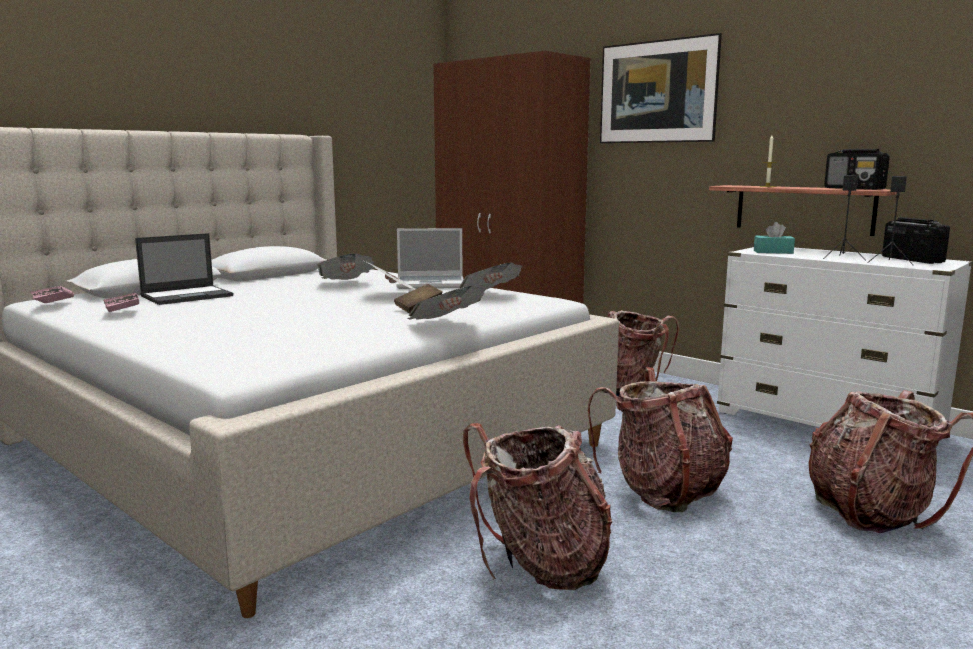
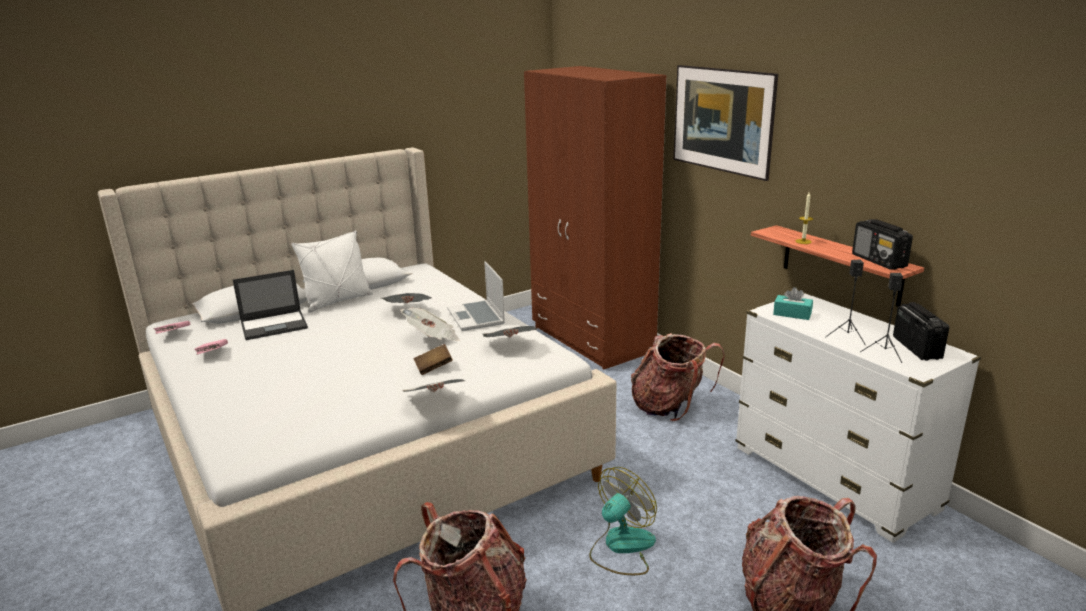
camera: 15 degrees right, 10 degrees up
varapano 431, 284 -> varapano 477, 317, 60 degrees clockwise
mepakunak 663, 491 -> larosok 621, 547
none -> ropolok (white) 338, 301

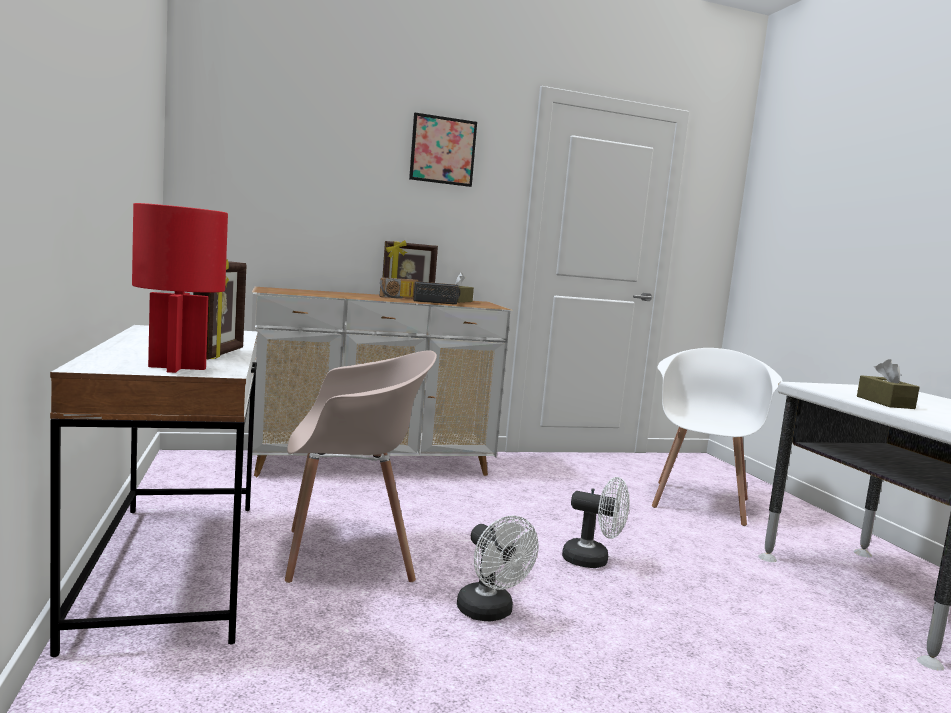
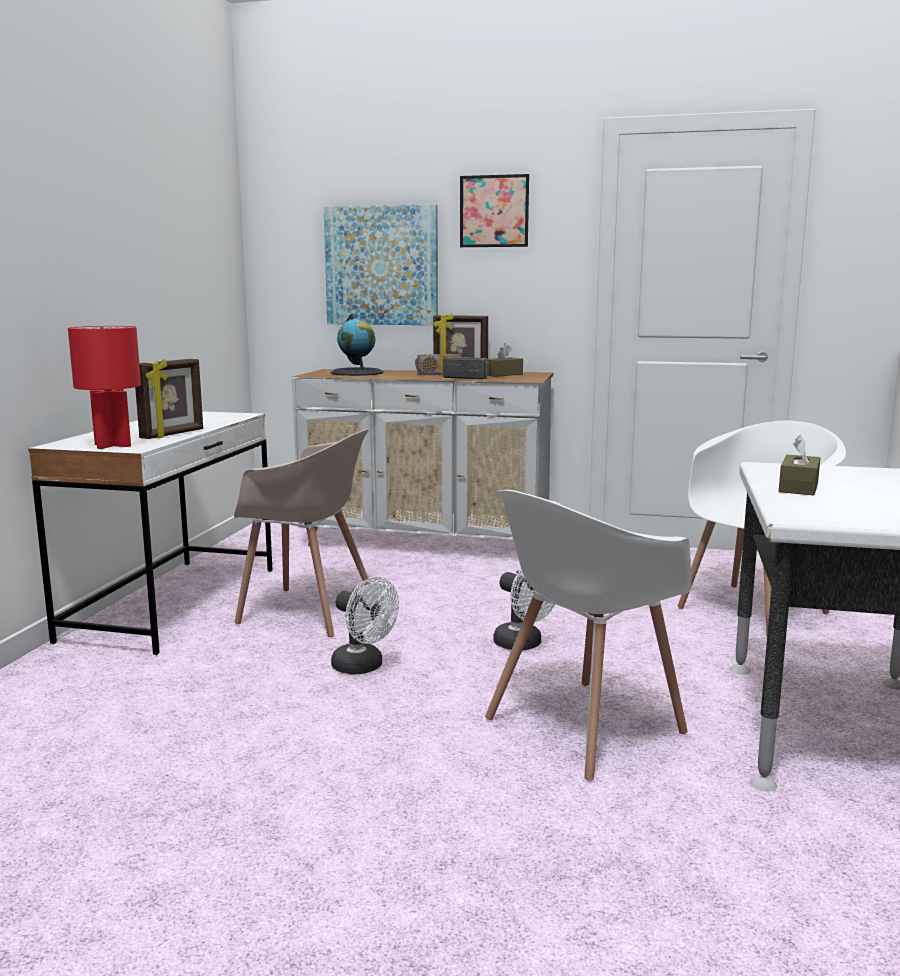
camera: 30 degrees right, 5 degrees up
larosok (white) 490, 613 -> larosok (white) 363, 667, 45 degrees counterclockwise
none -> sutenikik 382, 266
none -> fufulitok 357, 373
none -> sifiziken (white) 583, 727

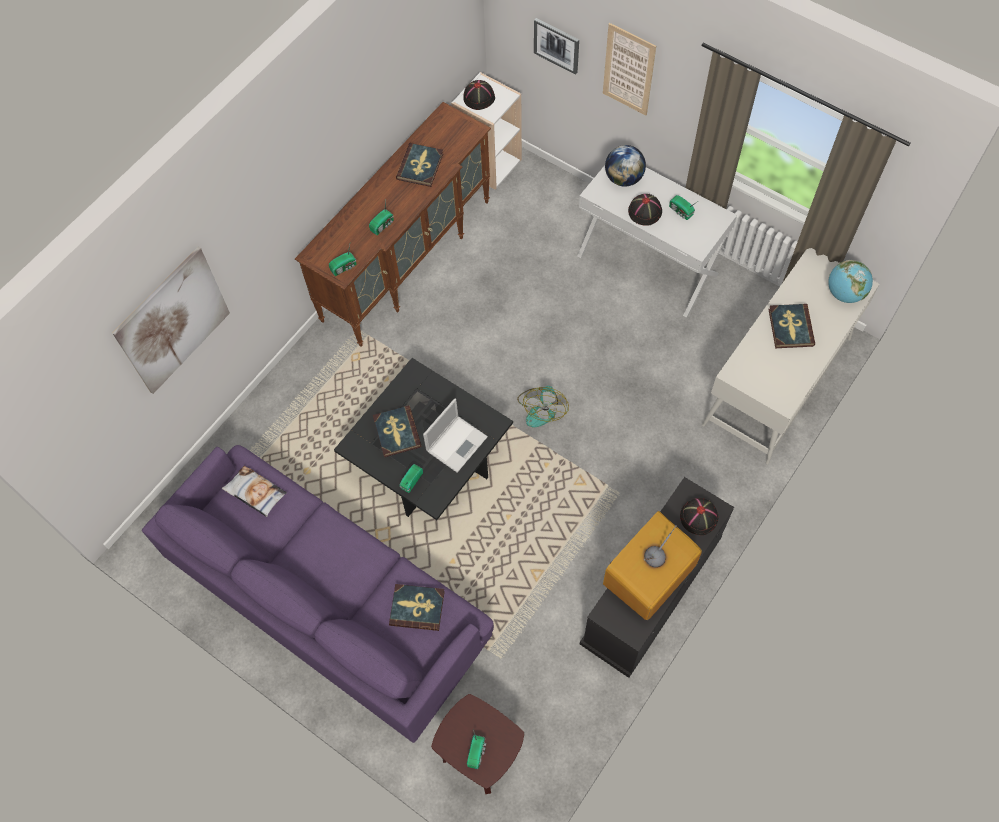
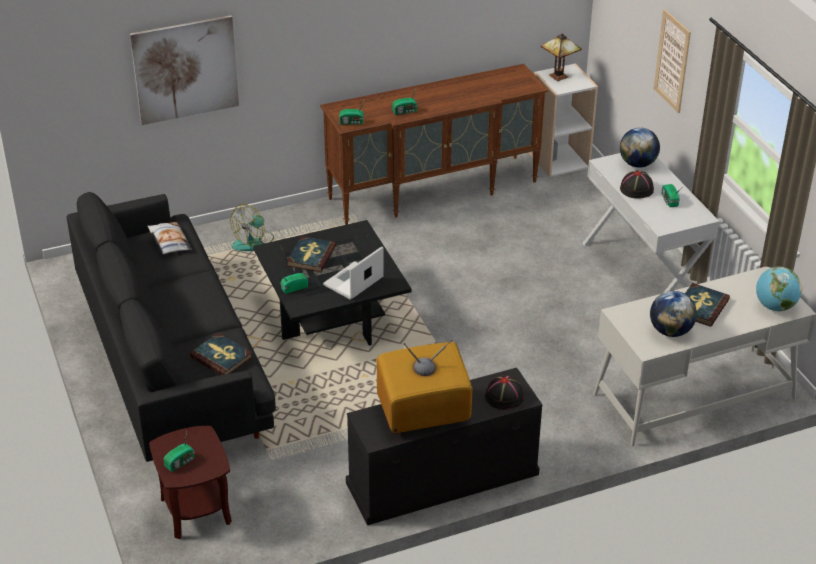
camera: 30 degrees right, 25 degrees down
sutenikik 557, 45 -> none
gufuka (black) 479, 97 -> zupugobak 560, 76
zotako 420, 166 -> none
larosok 542, 408 -> larosok 253, 242, shifted
varapano 457, 443 -> varapano 352, 282, 150 degrees clockwise
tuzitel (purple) 329, 601 -> tuzitel (black) 171, 361
none -> fufulitok 670, 331

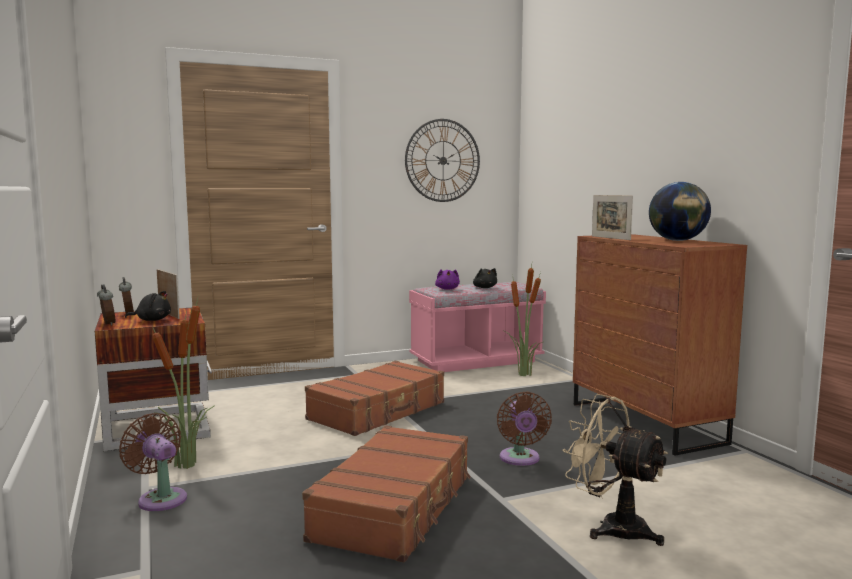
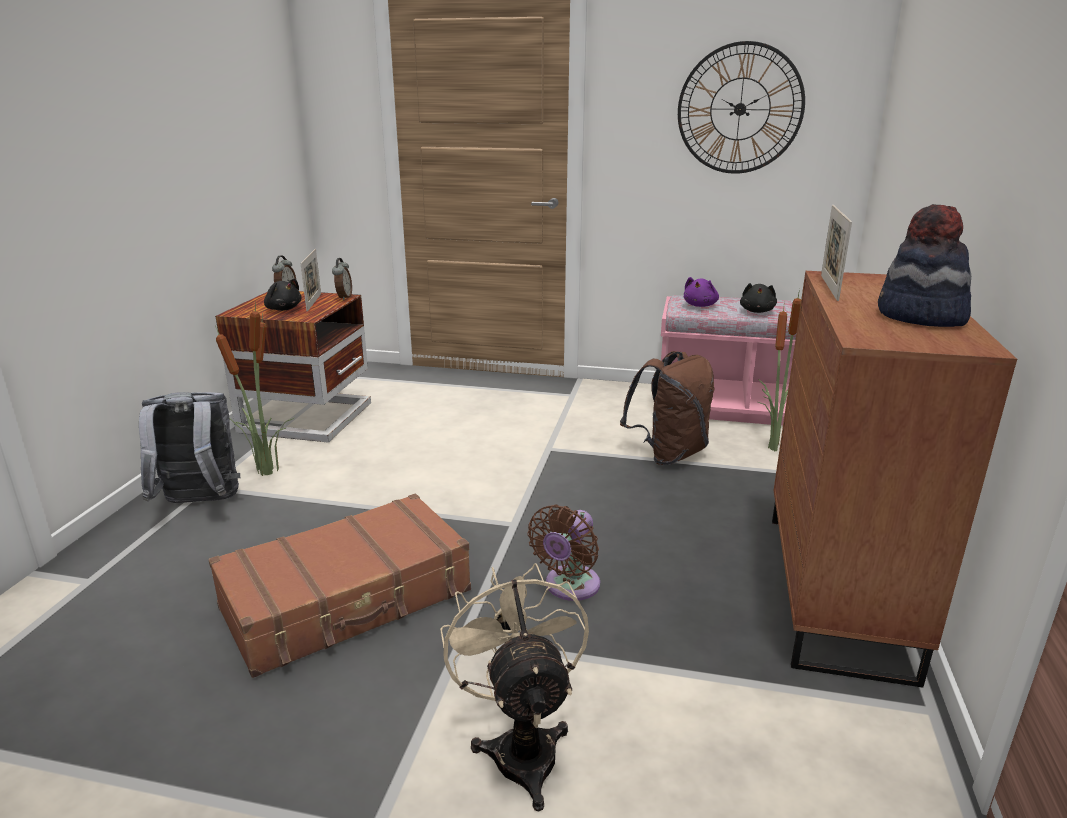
camera: 35 degrees right, 15 degrees up
fufulitok 677, 240 -> gufuka 920, 317
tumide 107, 324 -> tumide 343, 297, shifted
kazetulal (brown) 378, 411 -> none
larosok (brown) 160, 498 -> mepakunak (grey) 200, 504
none -> mepakunak (brown) 669, 454

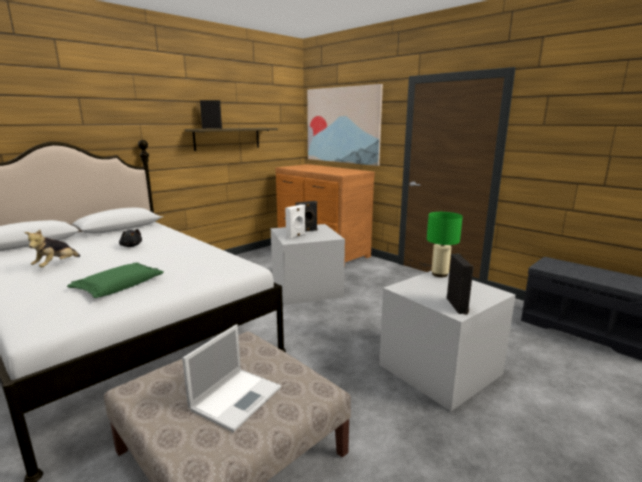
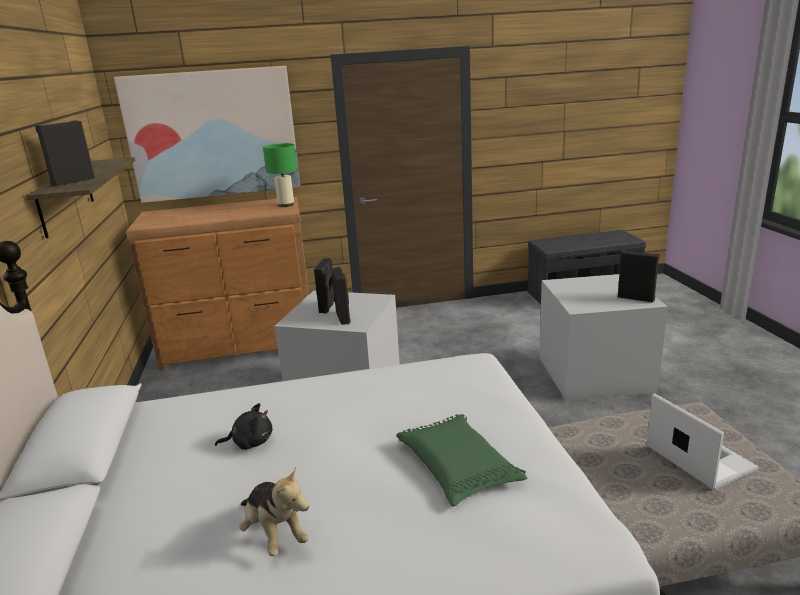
camera: 55 degrees left, 5 degrees up
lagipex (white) 296, 236 -> lagipex (black) 344, 317
zupugobak (green) 440, 274 -> zupugobak (green) 286, 205, shifted

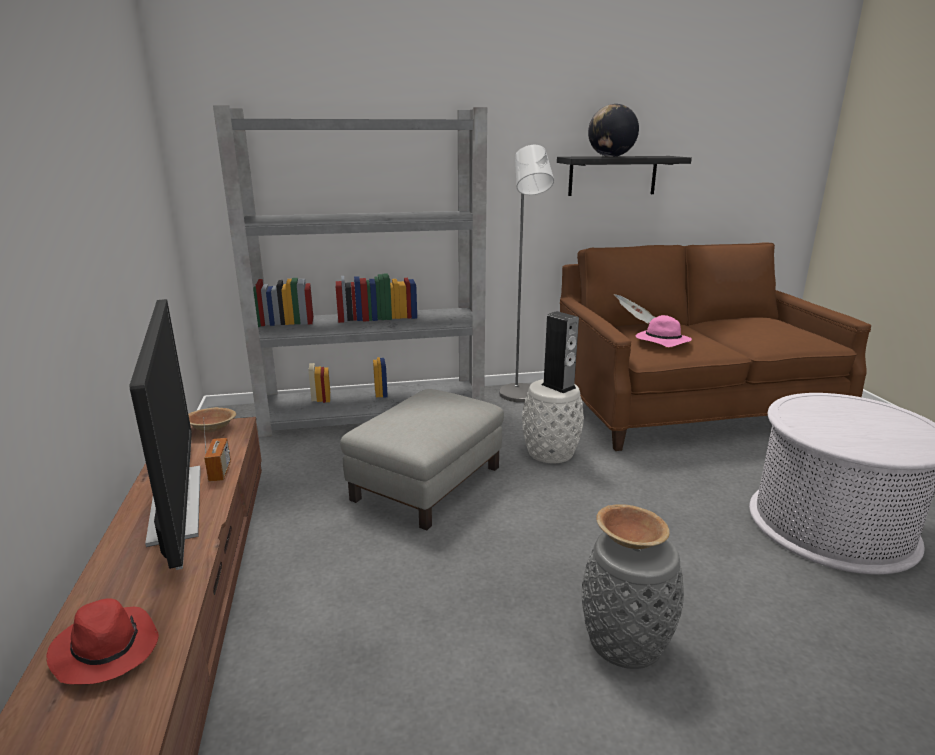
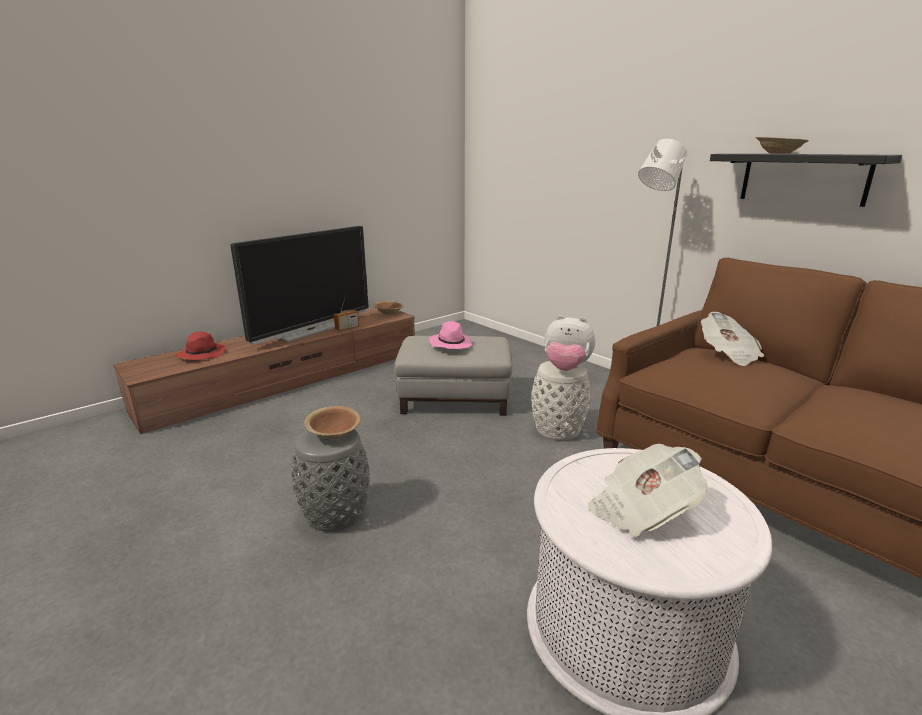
camera: 60 degrees right, 0 degrees up
fufulitok 611, 156 -> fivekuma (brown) 778, 153
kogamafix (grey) 373, 411 -> none
lagipex 558, 386 -> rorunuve 566, 369
gufuka (pink) 661, 341 -> gufuka (pink) 450, 344, shifted
none -> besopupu 641, 510

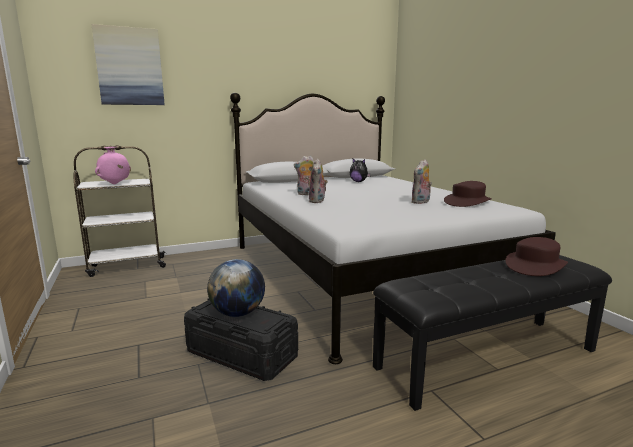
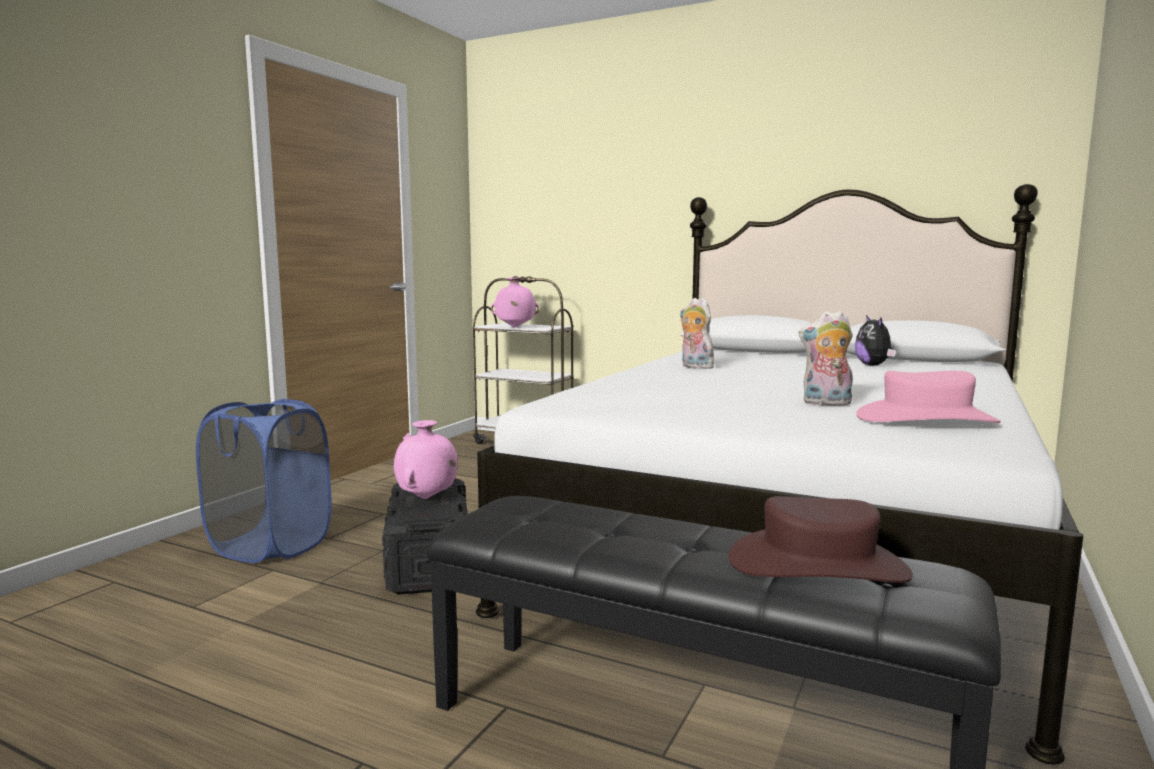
camera: 50 degrees right, 5 degrees down
sutenikik 129, 67 -> none
rorunuve 318, 201 -> none
gufuka (brown) 467, 202 -> gufuka (pink) 925, 419
fufulitok 238, 313 -> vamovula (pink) 427, 498
none -> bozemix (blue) 270, 546

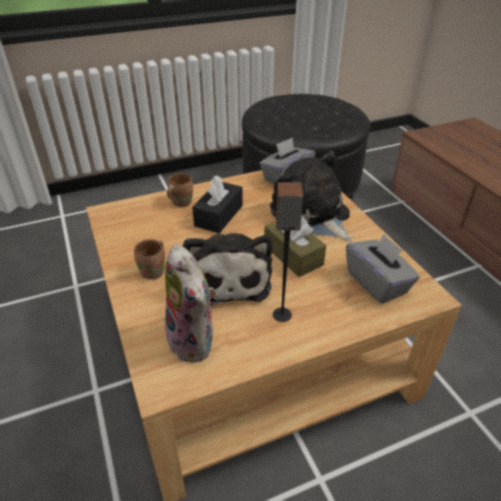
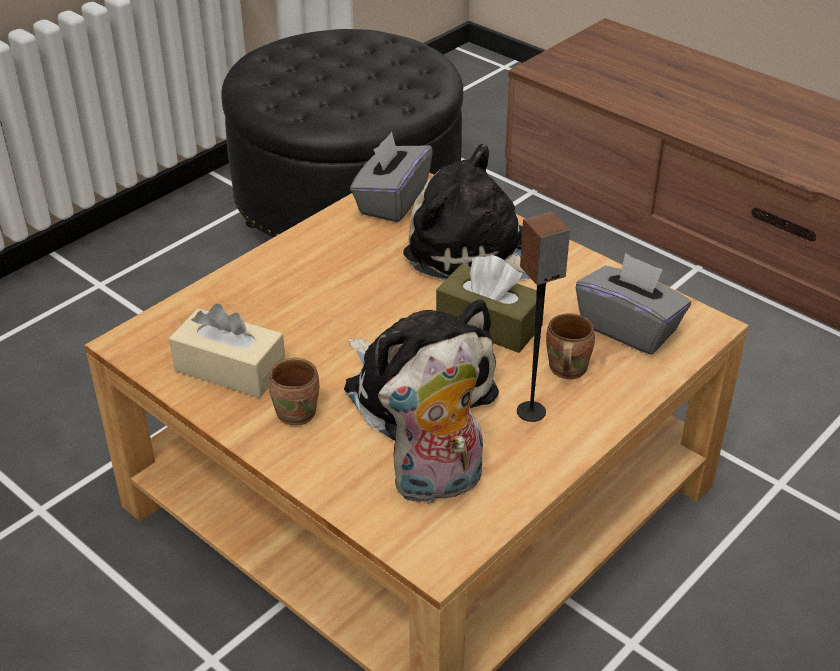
camera: 25 degrees left, 0 degrees up
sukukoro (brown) 180, 202 -> sukukoro (brown) 565, 370, shifted
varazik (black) 219, 215 -> none
rorunuve 195, 341 -> rorunuve 437, 485, 120 degrees clockwise
none -> varazik (beige) 230, 369

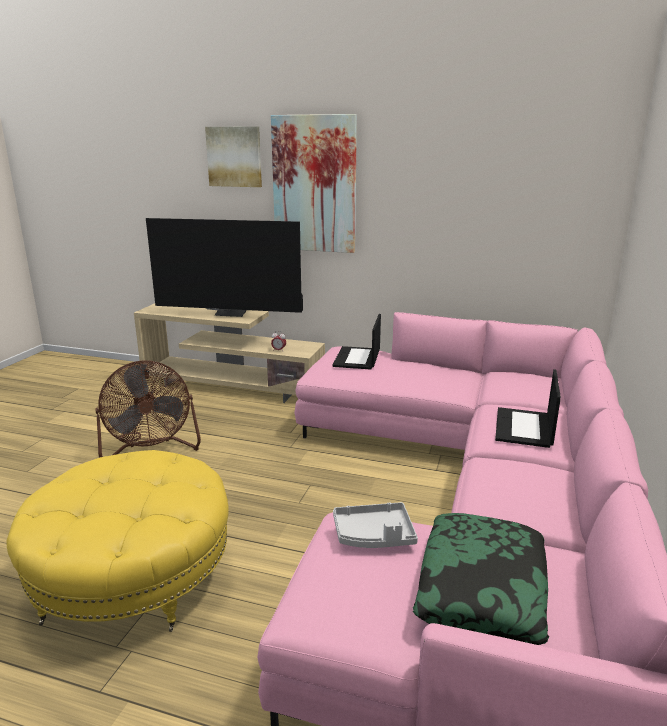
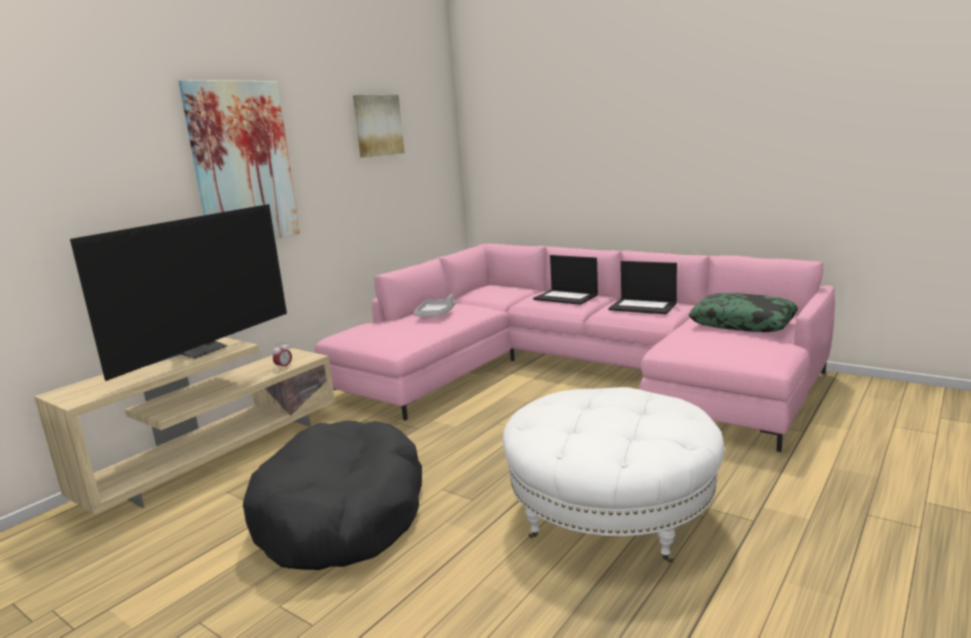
camera: 70 degrees left, 5 degrees down
sutenikik 234, 157 -> sutenikik 377, 125, shifted
varapano 357, 358 -> varapano 643, 306, shifted
larosok (brown) 147, 449 -> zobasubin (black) 342, 515
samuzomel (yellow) 133, 578 -> samuzomel (white) 611, 512
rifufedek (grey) 374, 535 -> rifufedek (grey) 436, 314, shifted

